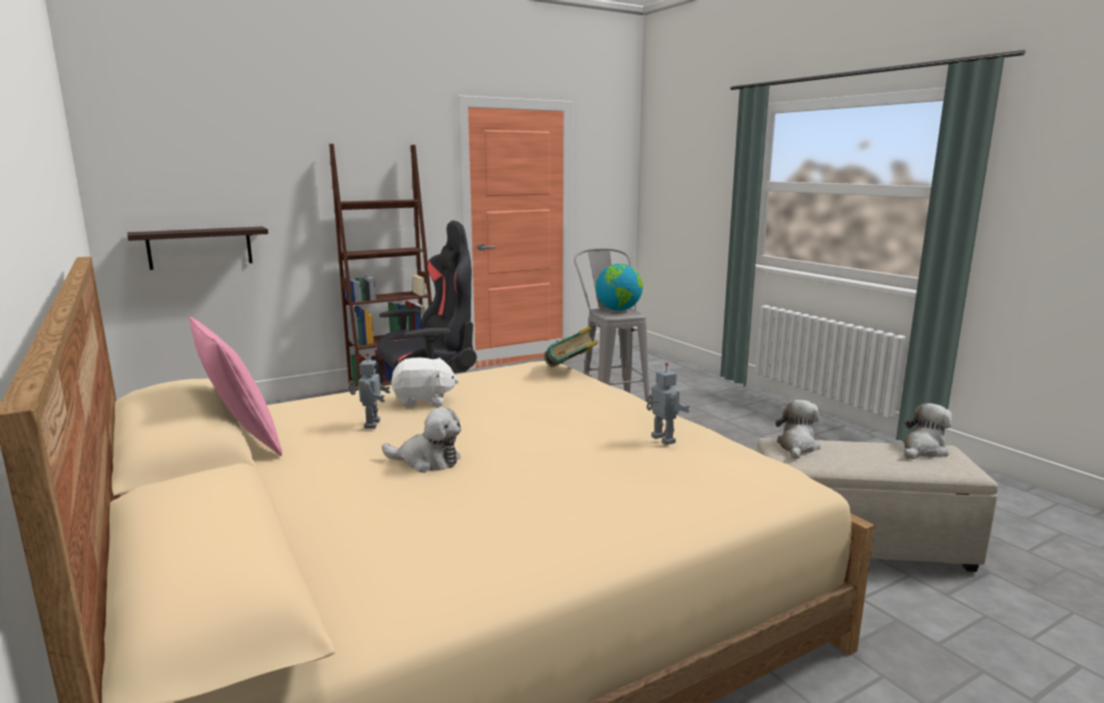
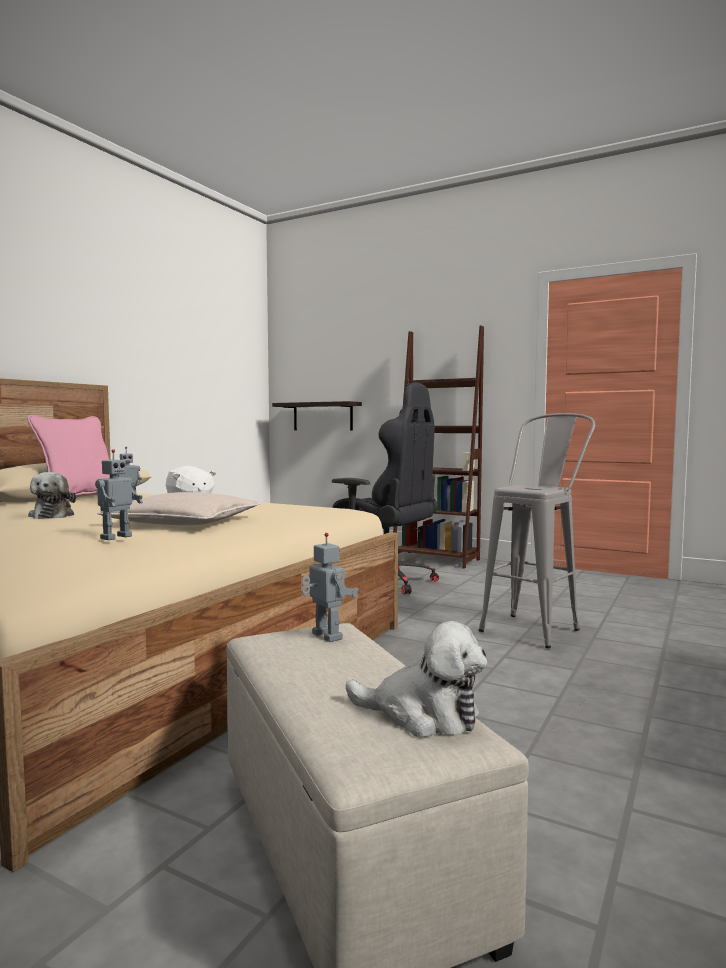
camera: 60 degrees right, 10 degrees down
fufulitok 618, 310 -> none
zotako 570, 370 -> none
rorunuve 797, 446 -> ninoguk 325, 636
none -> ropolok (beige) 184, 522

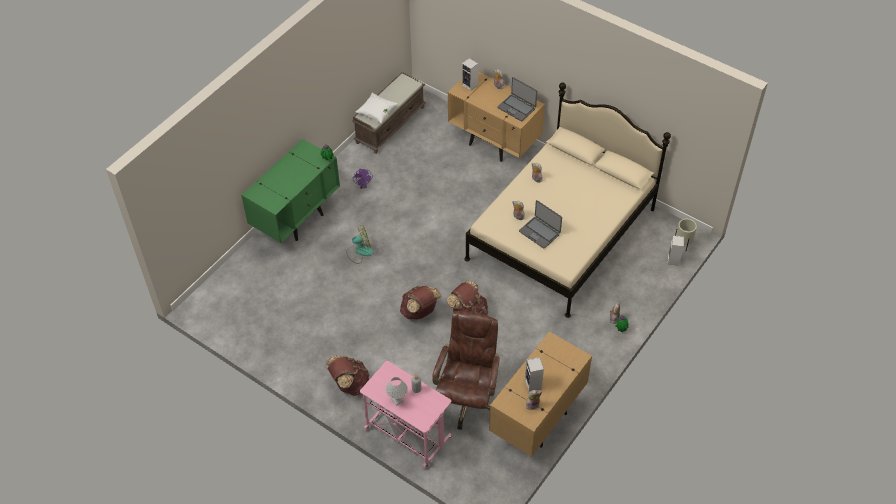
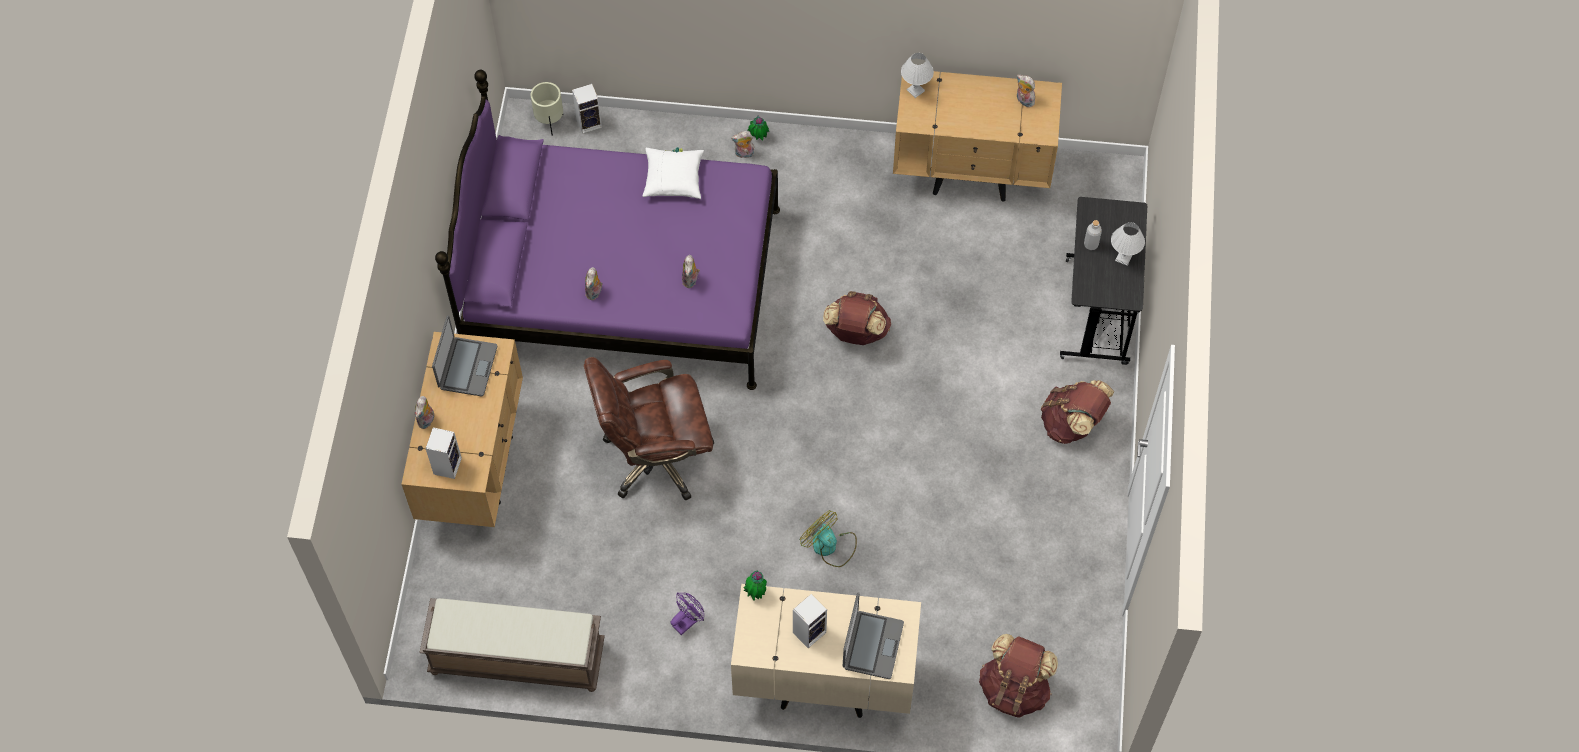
camera: 120 degrees left, 10 degrees up
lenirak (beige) 561, 234 -> lenirak (purple) 623, 283
ropolok (white) 376, 112 -> ropolok (white) 673, 179, shifted
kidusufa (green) 297, 220 -> kidusufa (beige) 823, 682
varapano 539, 232 -> varapano 872, 645, shifted
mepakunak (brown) 419, 312 -> mepakunak (brown) 1014, 689, shifted
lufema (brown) 467, 399 -> lufema (brown) 657, 456, shifted
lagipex 533, 384 -> lagipex 809, 631, shifted
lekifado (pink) 407, 433 -> lekifado (black) 1096, 311
none -> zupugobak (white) 916, 90

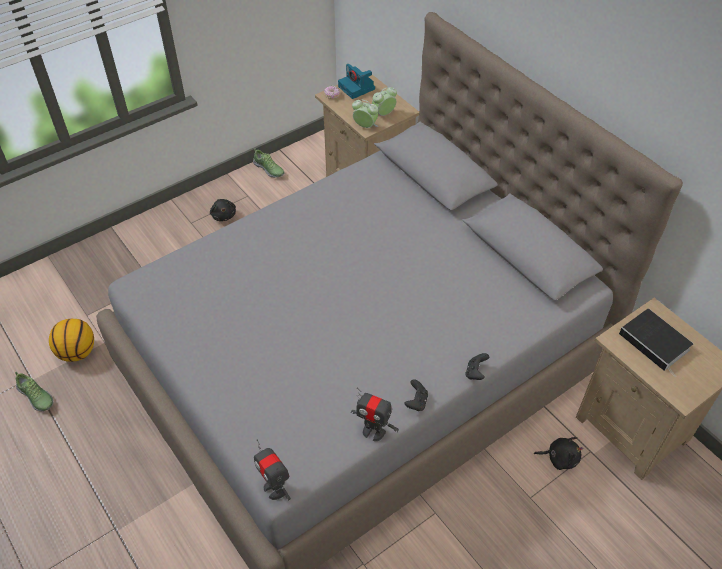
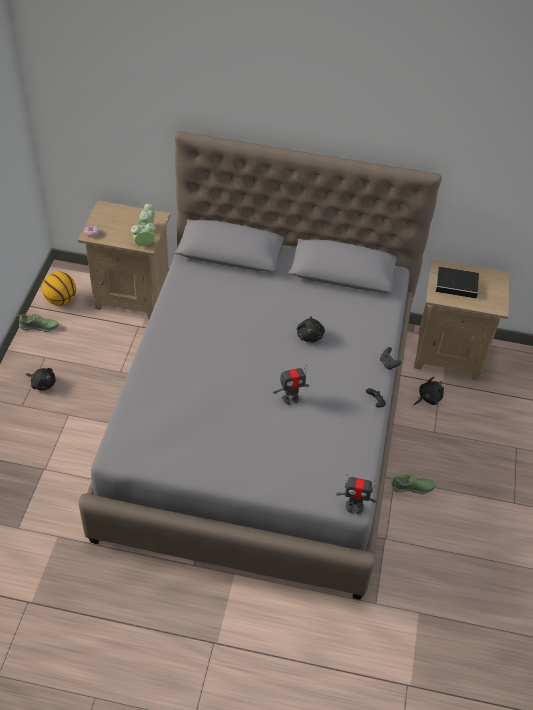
camera: 45 degrees left, 0 degrees up
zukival 357, 88 -> none
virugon 77, 352 -> virugon 61, 300, shifted
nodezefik 36, 397 -> nodezefik 412, 487, shifted
ninoguk 373, 431 -> ninoguk 290, 398, shifted
none -> rorunuve (black) 310, 335

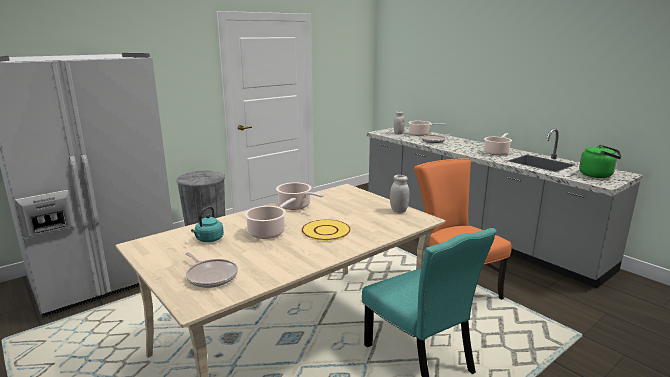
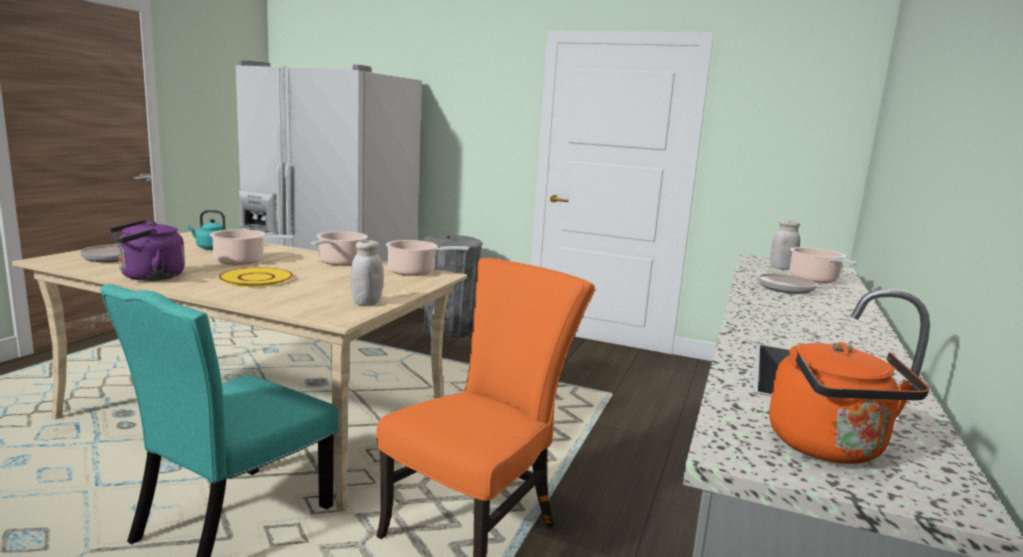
camera: 60 degrees right, 5 degrees down
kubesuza 496, 152 -> kubesuza 415, 272, shifted
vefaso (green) 598, 175 -> vefaso (orange) 830, 449
none -> vefaso (purple) 148, 277

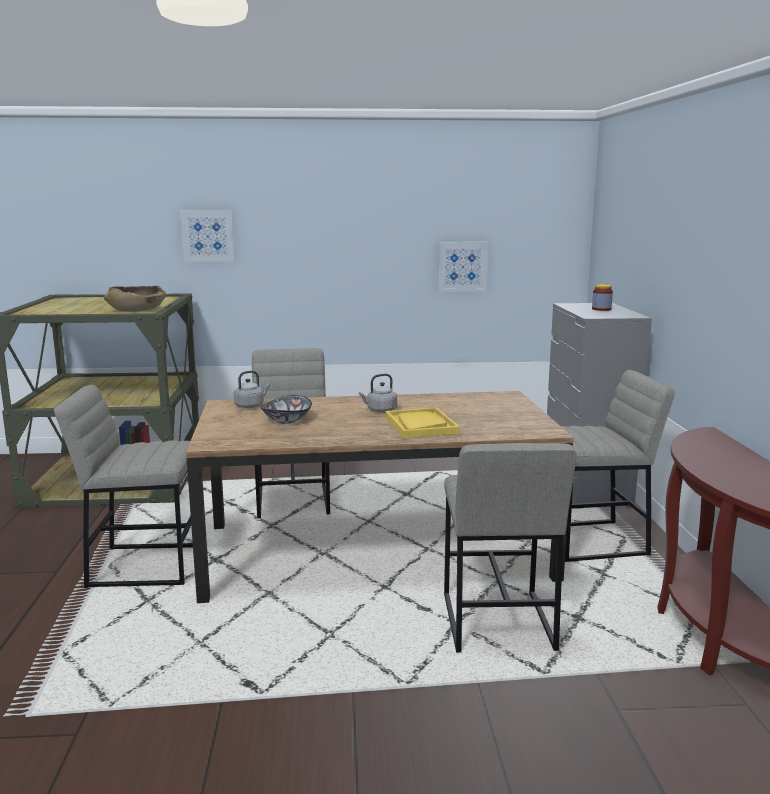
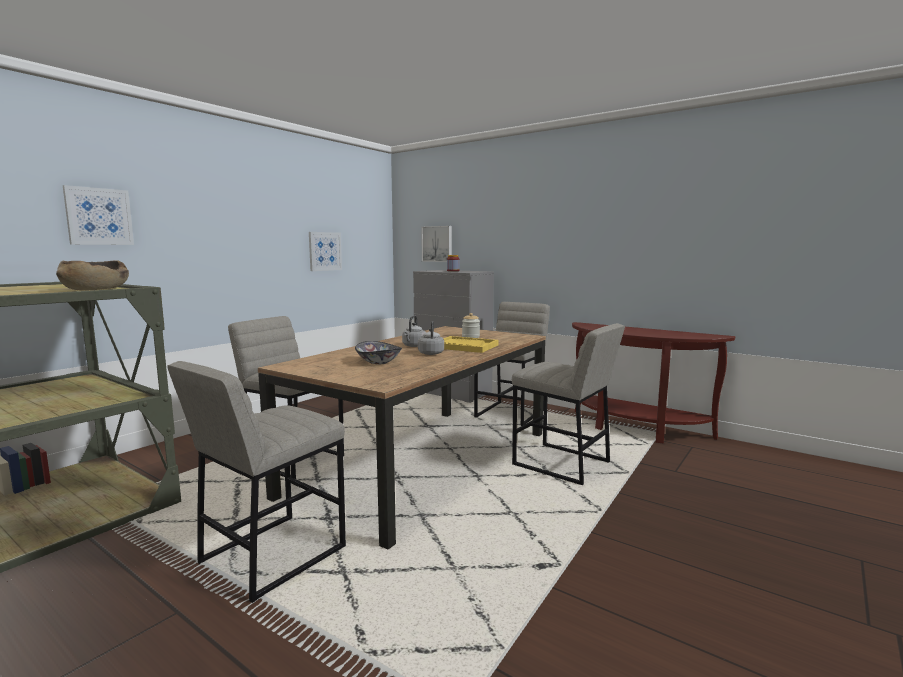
camera: 50 degrees left, 5 degrees down
vefaso (grey) 250, 406 -> vefaso (grey) 431, 353, shifted
none -> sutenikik 437, 244
none -> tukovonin 470, 337

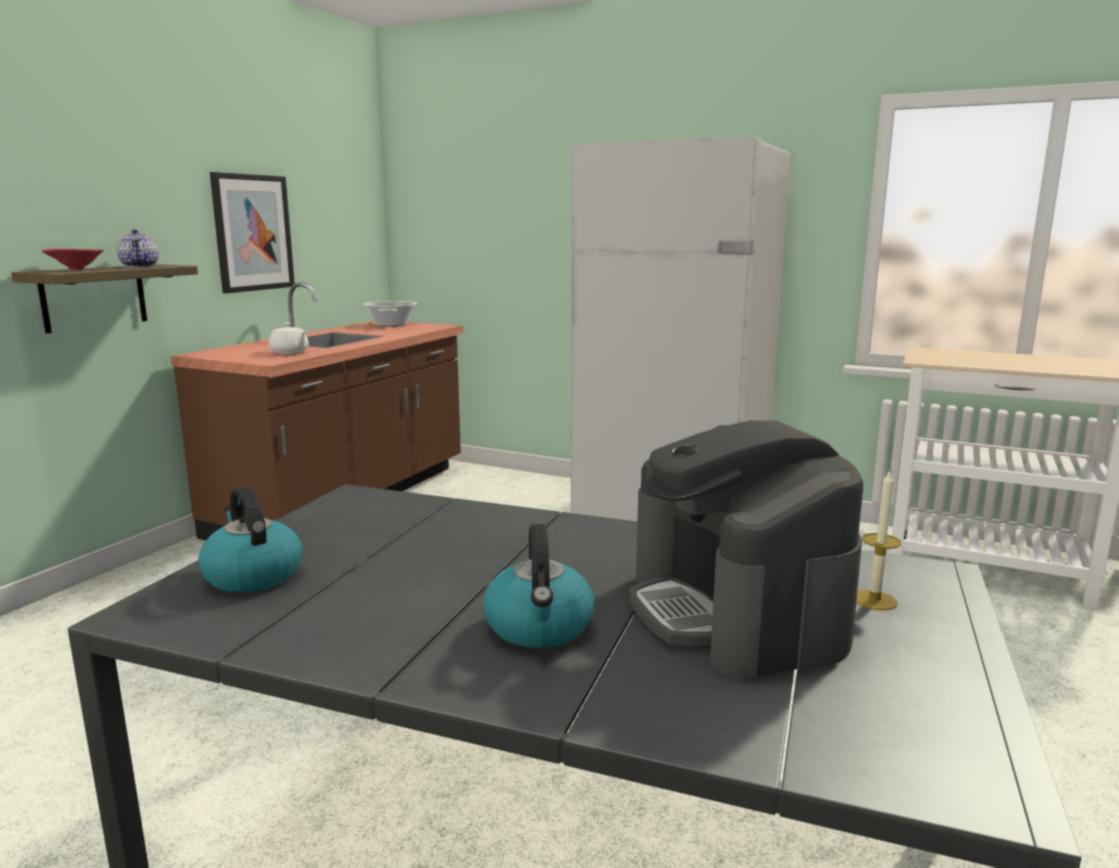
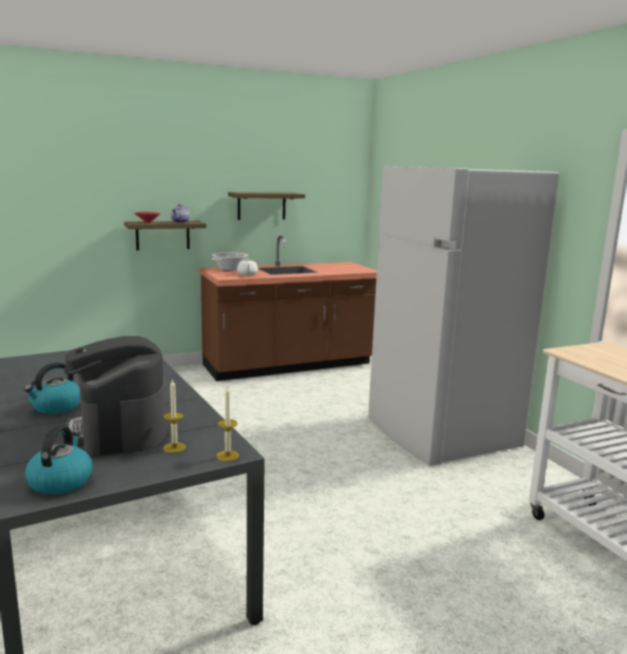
camera: 40 degrees right, 0 degrees up
sutenikik 253, 233 -> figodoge 261, 206
kubesuza 391, 324 -> kubesuza 230, 269, shifted
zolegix 736, 612 -> zolegix 119, 429, 45 degrees counterclockwise
vefaso 252, 575 -> vefaso 60, 481, shifted
none -> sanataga 227, 456

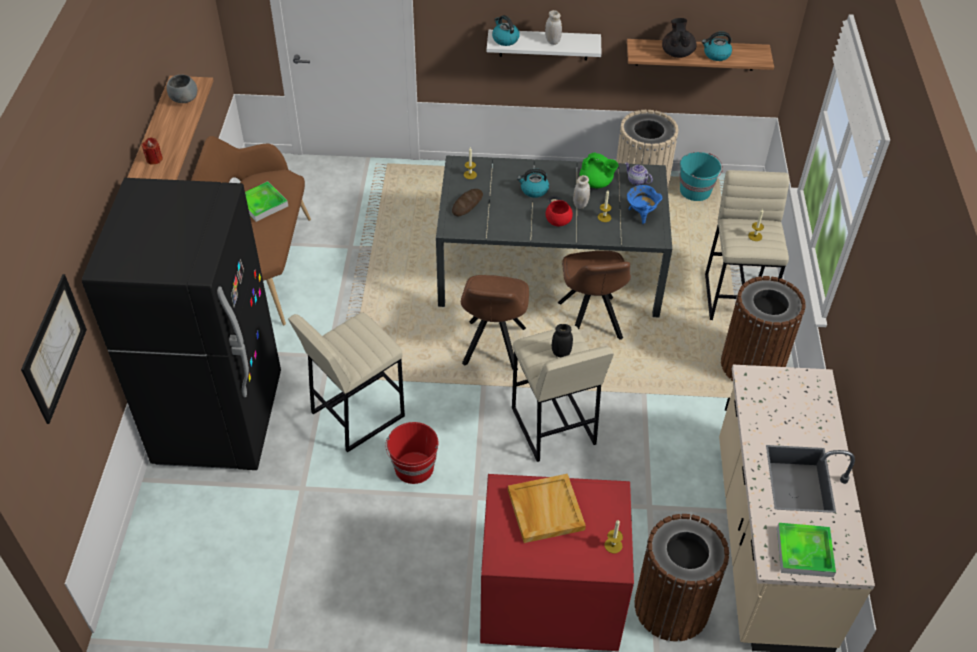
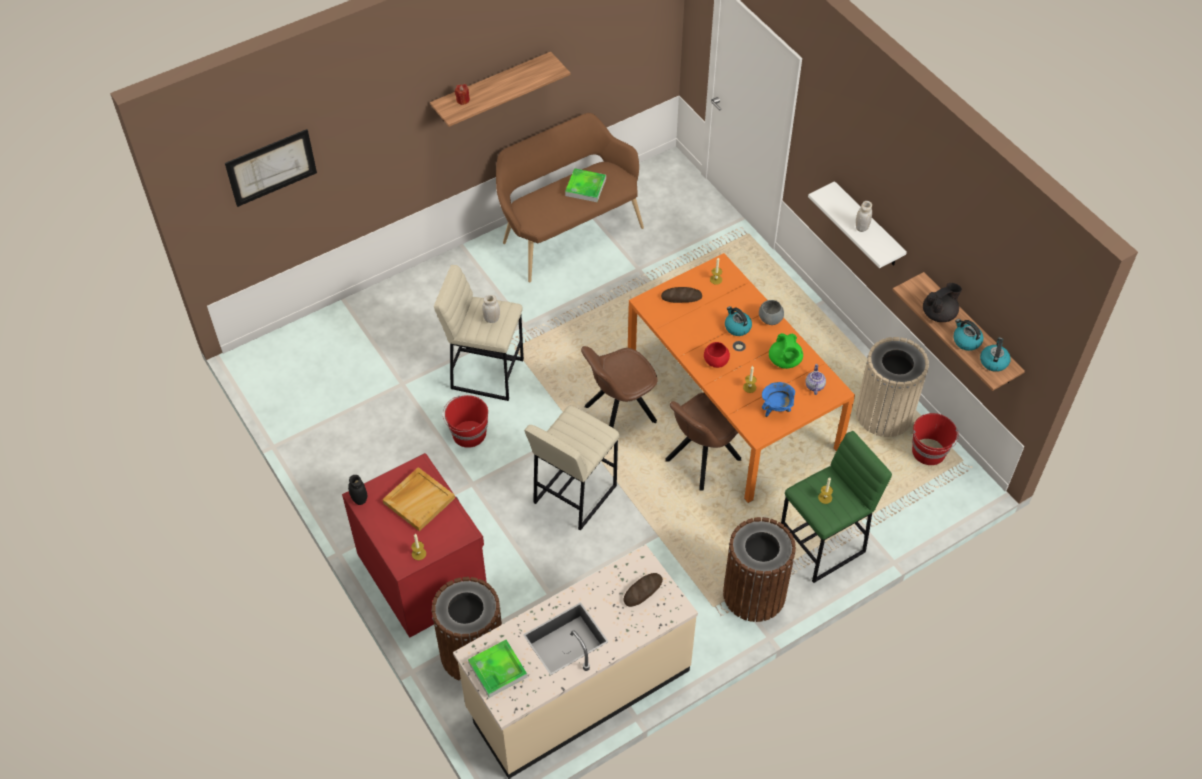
camera: 55 degrees right, 5 degrees up
vefaso 505, 39 -> vefaso 993, 361, shifted
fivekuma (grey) 184, 99 -> fivekuma (grey) 770, 319, shifted
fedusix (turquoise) 696, 191 -> fedusix (red) 929, 452
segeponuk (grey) 549, 270 -> segeponuk (orange) 732, 403
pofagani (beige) 735, 296 -> pofagani (green) 823, 545
tukovonin (white) 580, 204 -> tukovonin (white) 491, 319, shifted
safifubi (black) 219, 419 -> none
tukovonin (black) 561, 353 -> tukovonin (black) 359, 499, shifted
none -> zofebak 643, 591

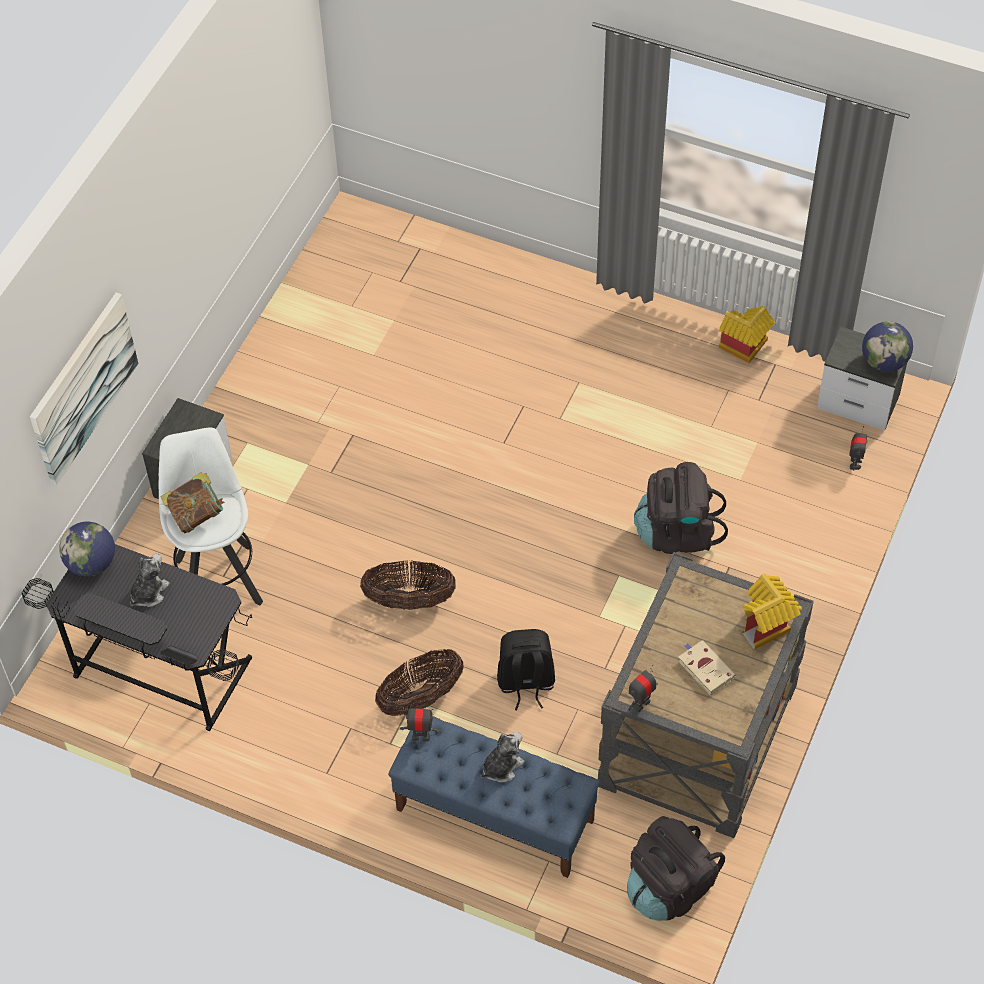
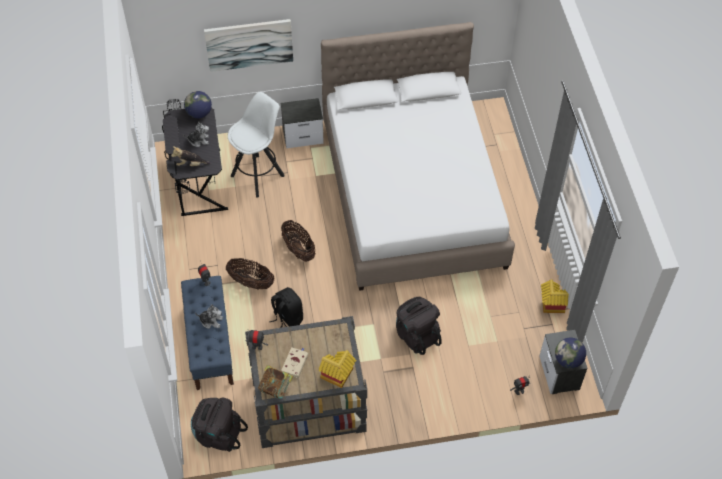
camera: 55 degrees right, 0 degrees up
zotako 196, 514 -> zotako 276, 388, shifted
none -> lenirak (white) 412, 193
none -> rorunuve 191, 164

